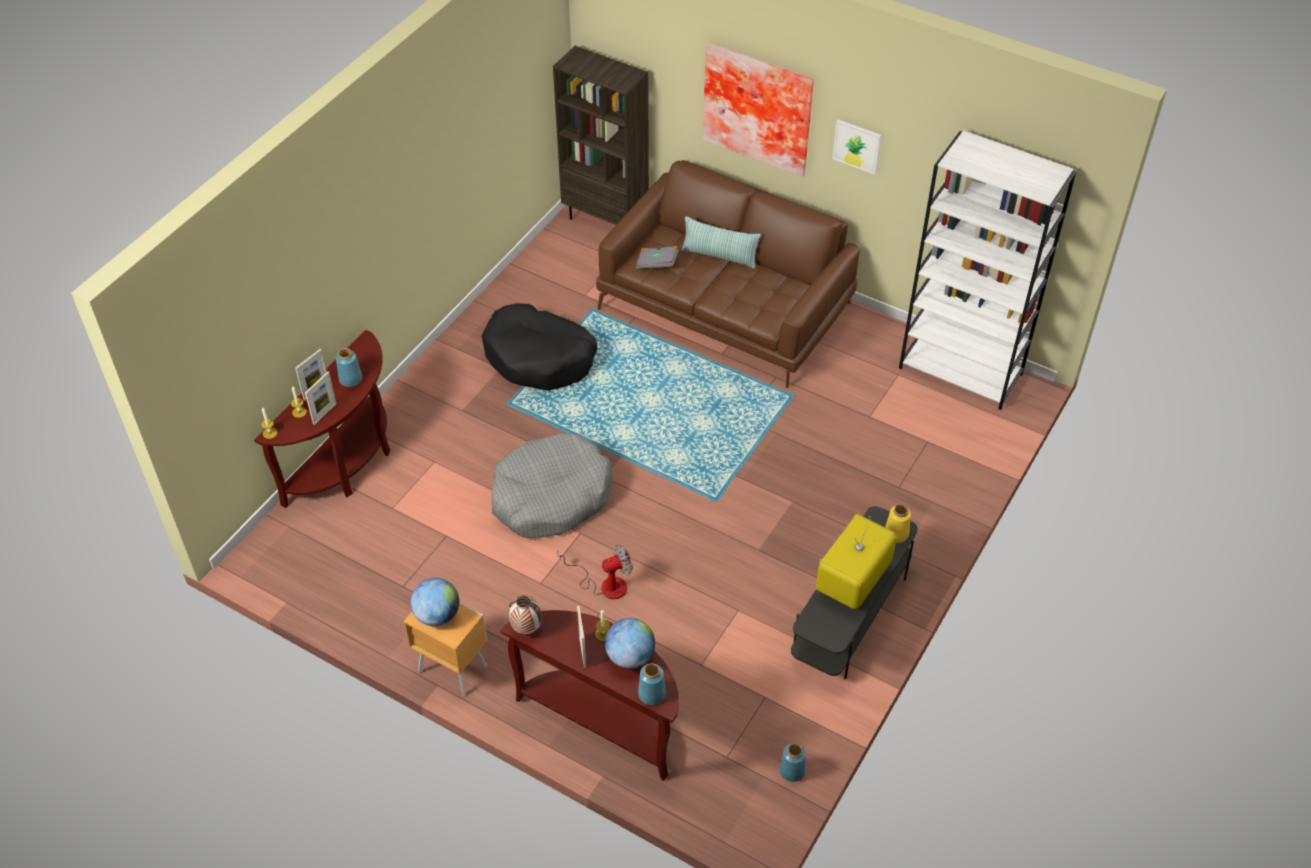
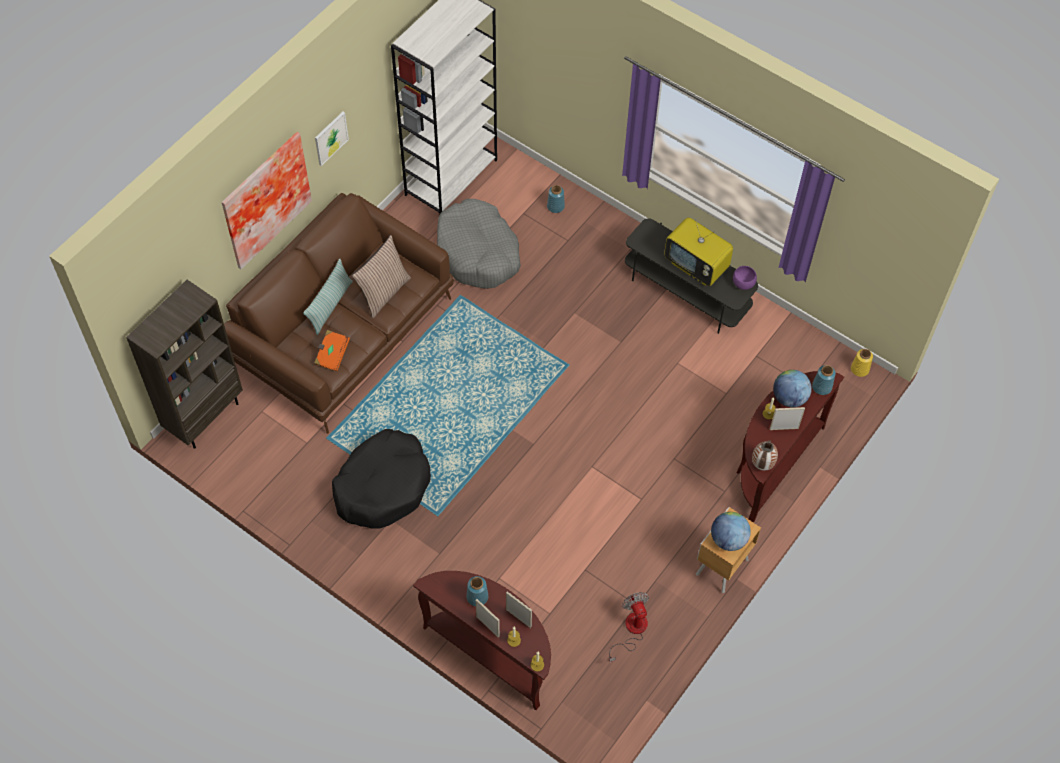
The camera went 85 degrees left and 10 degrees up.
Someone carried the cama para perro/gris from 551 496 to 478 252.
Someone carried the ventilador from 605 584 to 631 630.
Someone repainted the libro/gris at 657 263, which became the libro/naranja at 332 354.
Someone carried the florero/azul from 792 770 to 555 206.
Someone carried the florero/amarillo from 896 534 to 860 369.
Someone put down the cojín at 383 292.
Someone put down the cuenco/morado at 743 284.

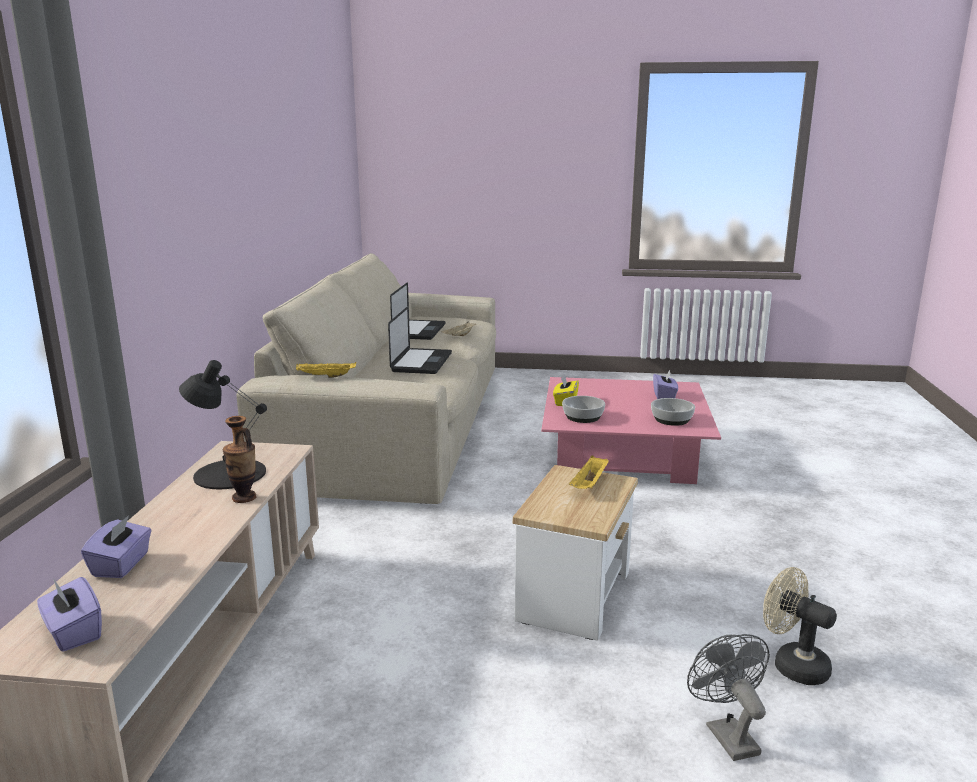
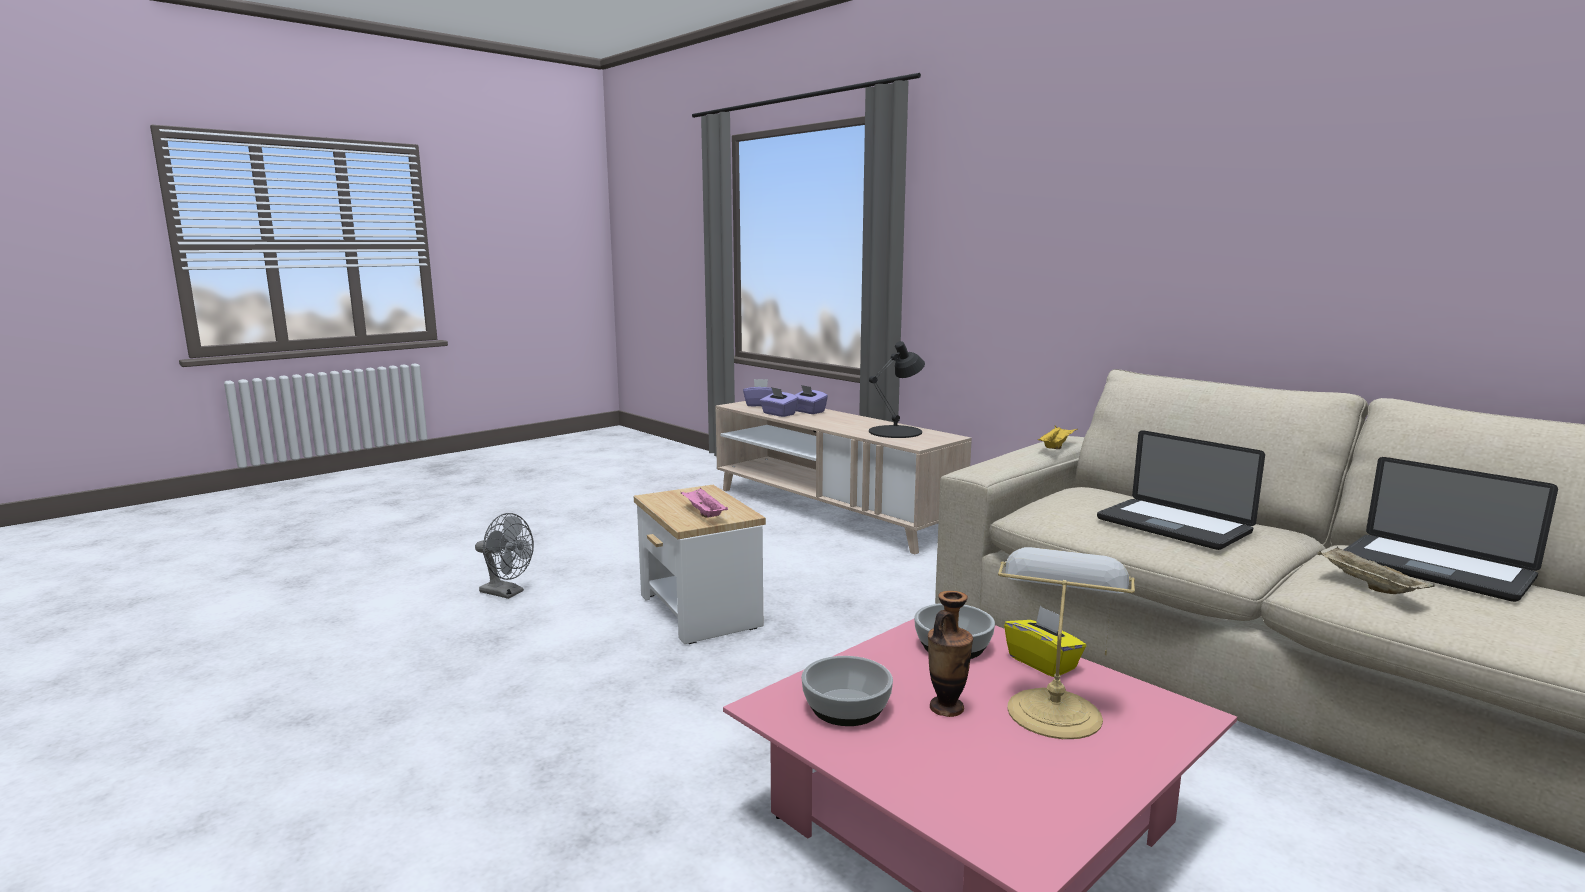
The camera went 130 degrees right and 5 degrees down.
Someone carried the florero from 244 498 to 946 708.
Someone repainted the bandeja/amarillo at 589 485, which became the bandeja/rosa at 703 513.
Someone carried the caja de pañuelos/morado from 664 396 to 778 414.
Someone took away the ventilador/beis at 792 664.
Someone put down the lámpara de mesa at 1053 710.

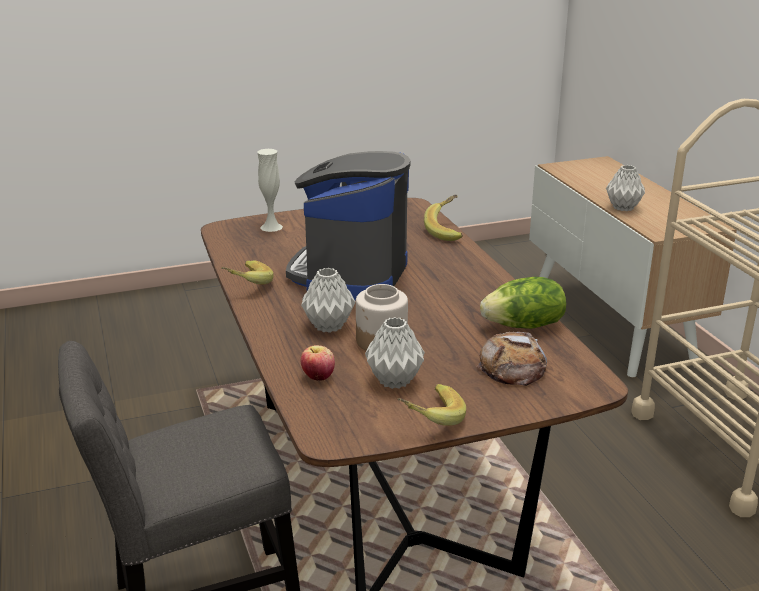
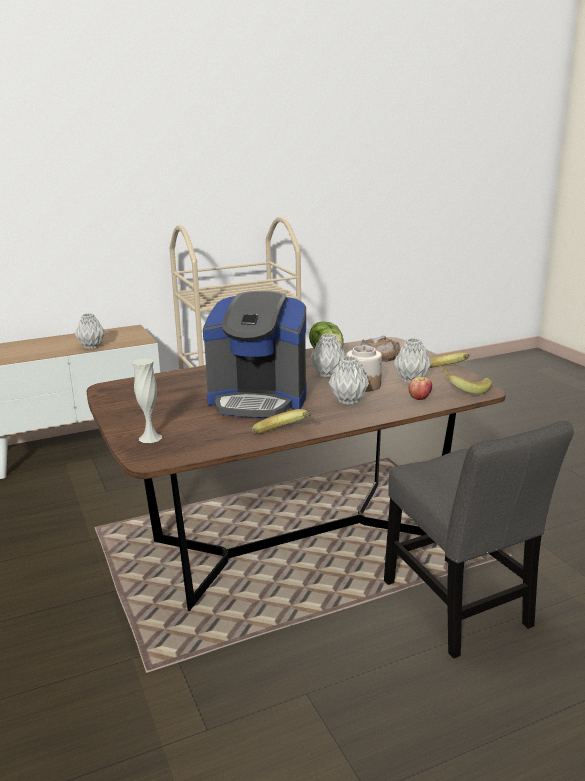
The camera went 95 degrees left and 5 degrees down.
Someone carried the plátano from 449 230 to 464 389.
Someone put down the florero/gris at 327 374.

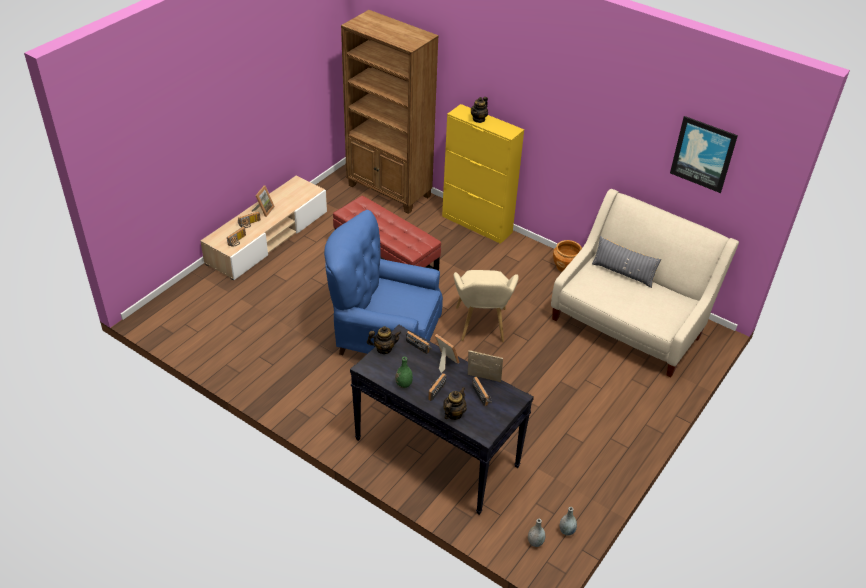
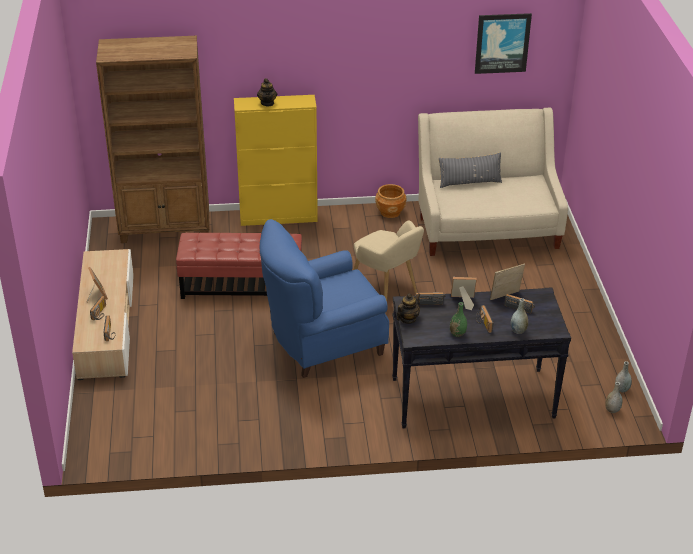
The camera went 40 degrees left and 5 degrees down.
Someone swapped the tetera at 453 414 for the florero/gris at 518 330.

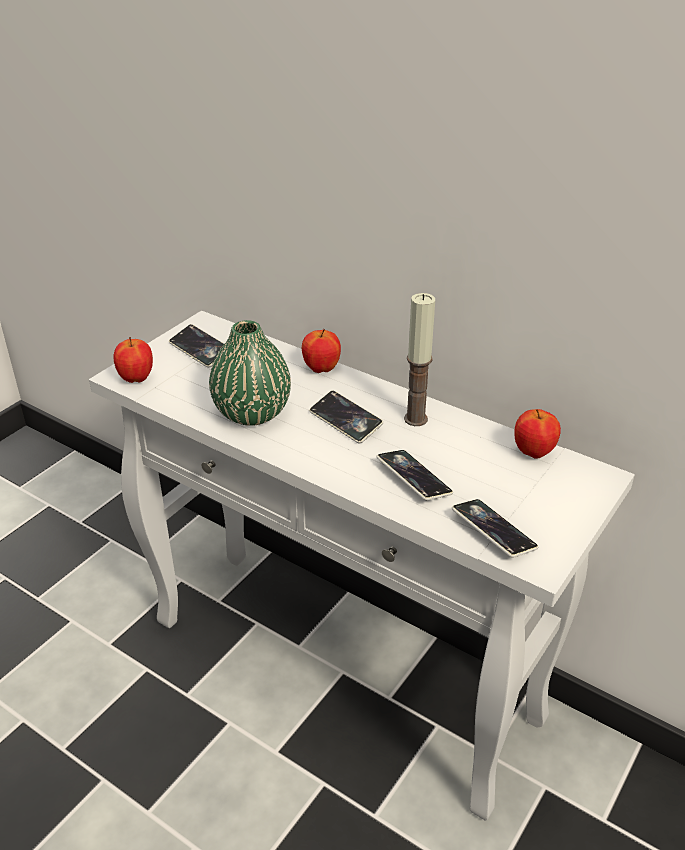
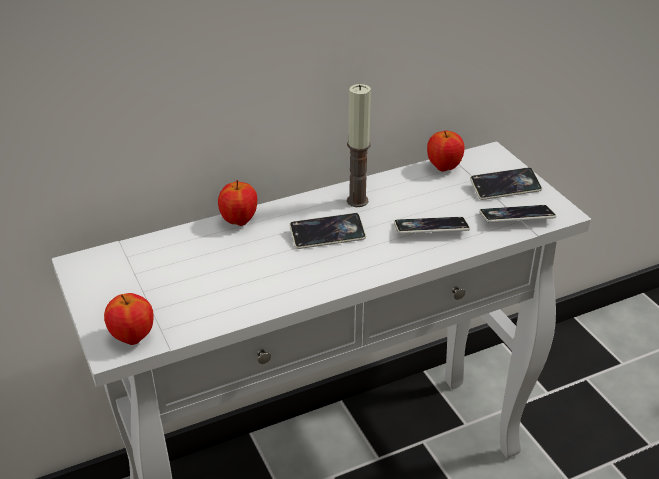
The camera went 60 degrees left and 0 degrees up.
Someone carried the móvil from 200 349 to 505 187.
Someone took away the florero/verde at 252 413.

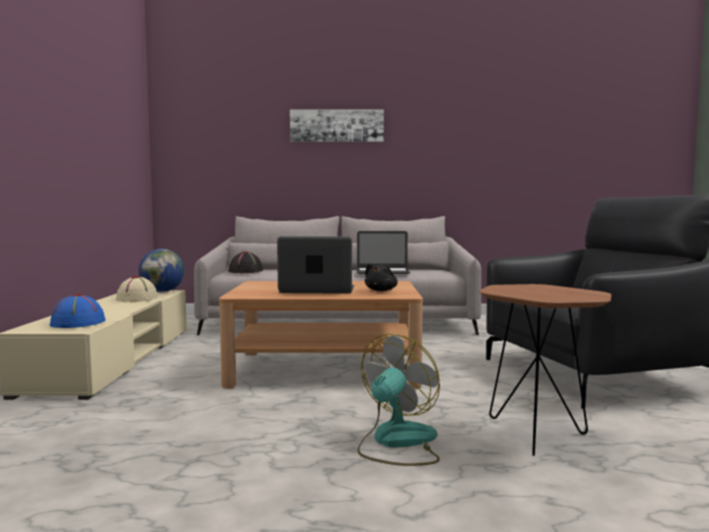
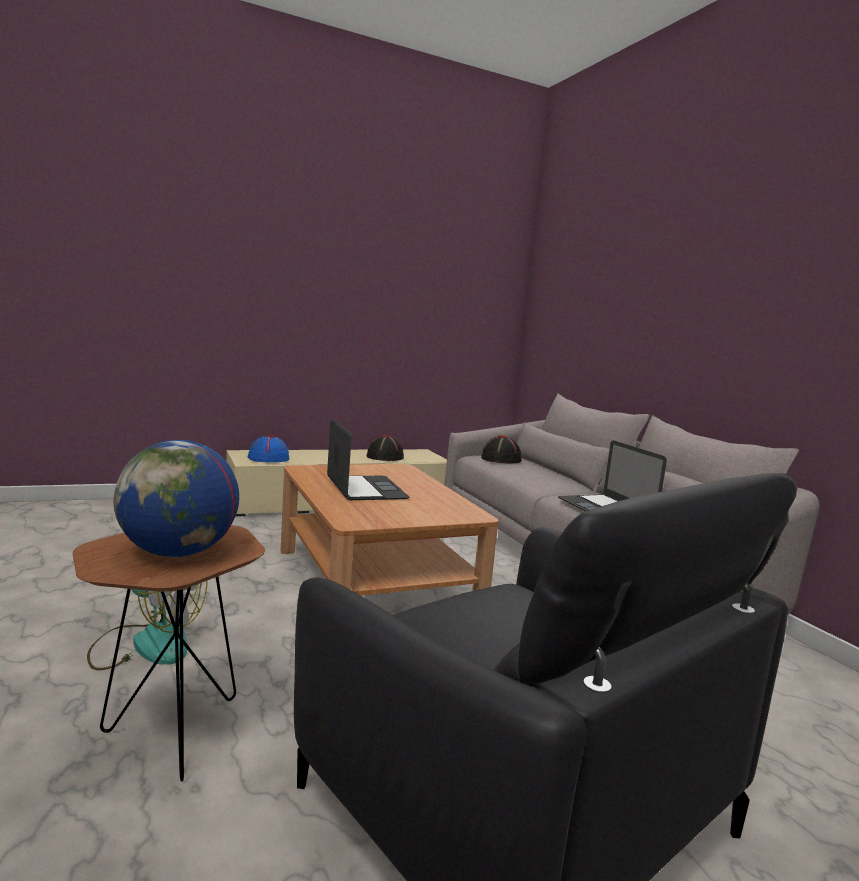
The camera went 65 degrees right and 5 degrees up.
Someone repainted the sombrero/beis at 137 299, which became the sombrero/negro at 385 457.
Someone carried the globo terráqueo from 162 292 to 178 553.
Someone took away the cuadro at 337 126.
Someone took away the peluche/negro at 381 290.

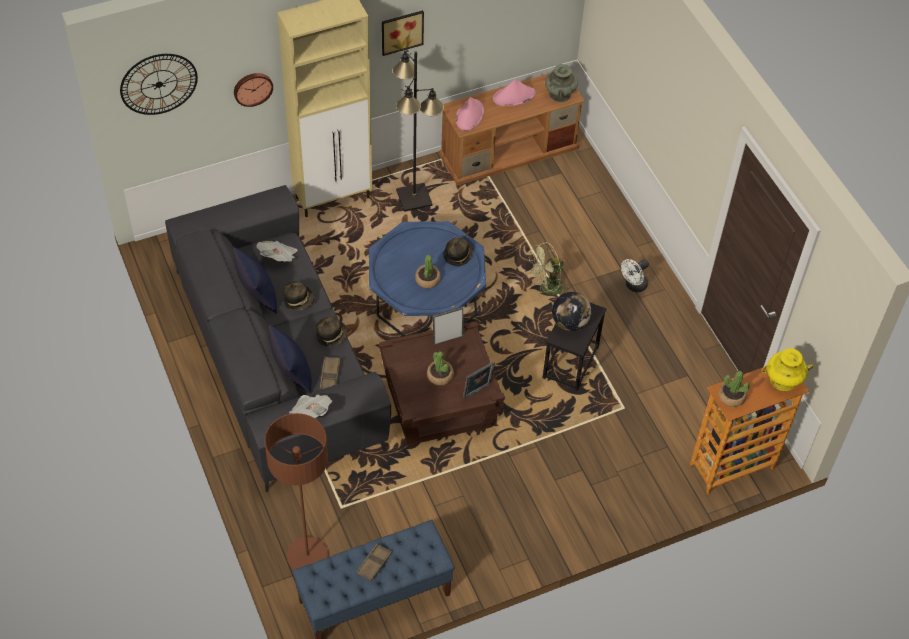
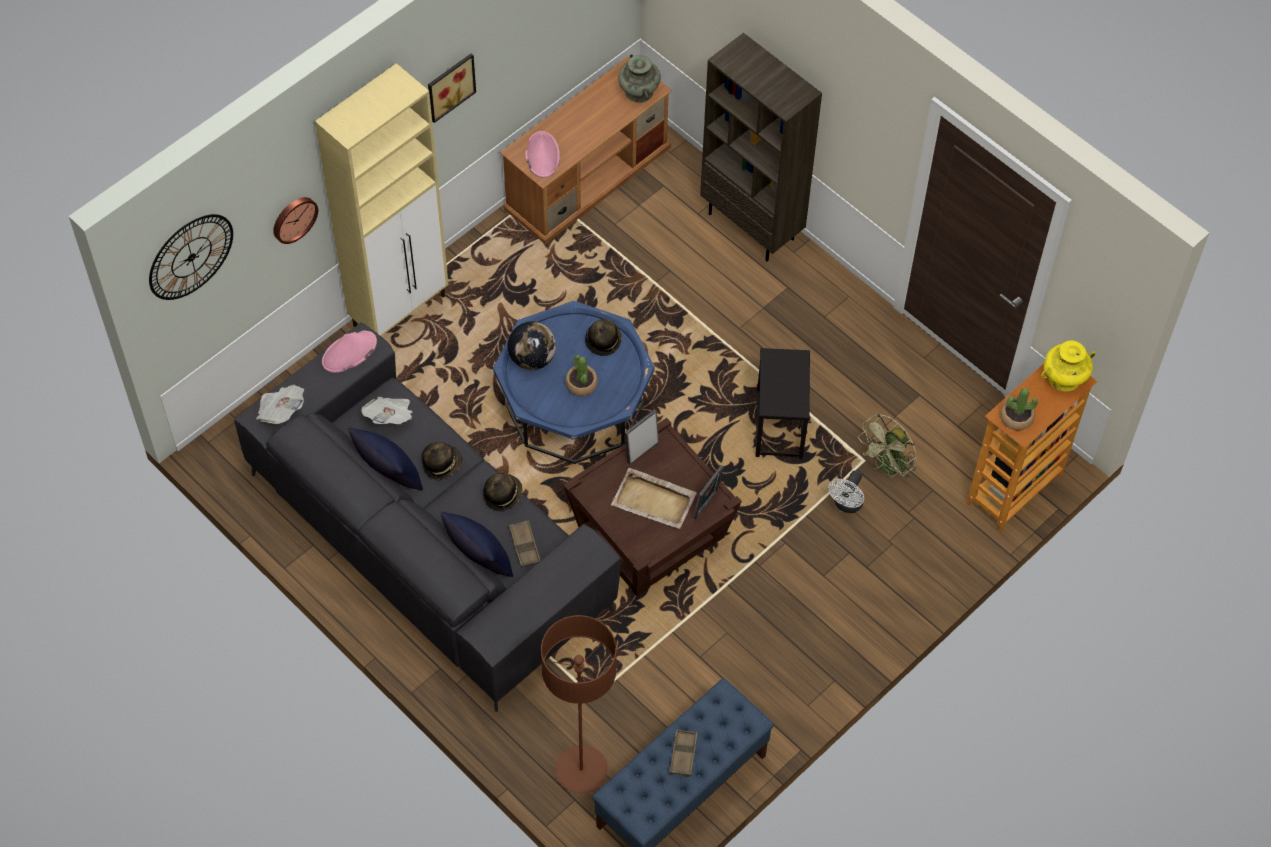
The camera went 20 degrees left and 5 degrees up.
Someone carried the periódico from 310 413 to 281 411.
Someone took away the lámpara de pie/negro at 414 198.
Someone swapped the planta en maceta at 440 376 for the bandeja/beis at 654 500.
Someone carried the sombrero/rosa from 513 96 to 349 352.
Someone carried the ventilador/verde from 547 289 to 888 467.
Someone carried the globo terráqueo from 570 323 to 532 359.
Someone carried the ventilador/blanco from 633 286 to 846 505.
Someone put down the estantería/marrón at 752 226.

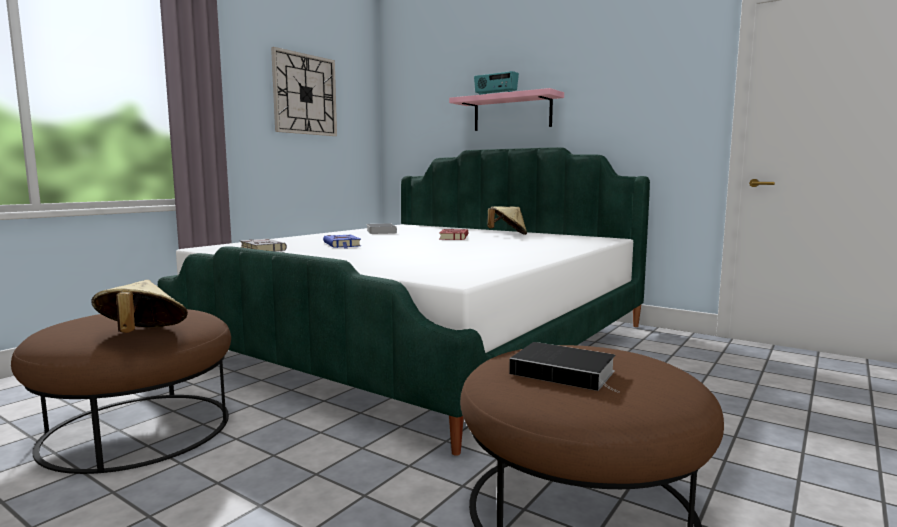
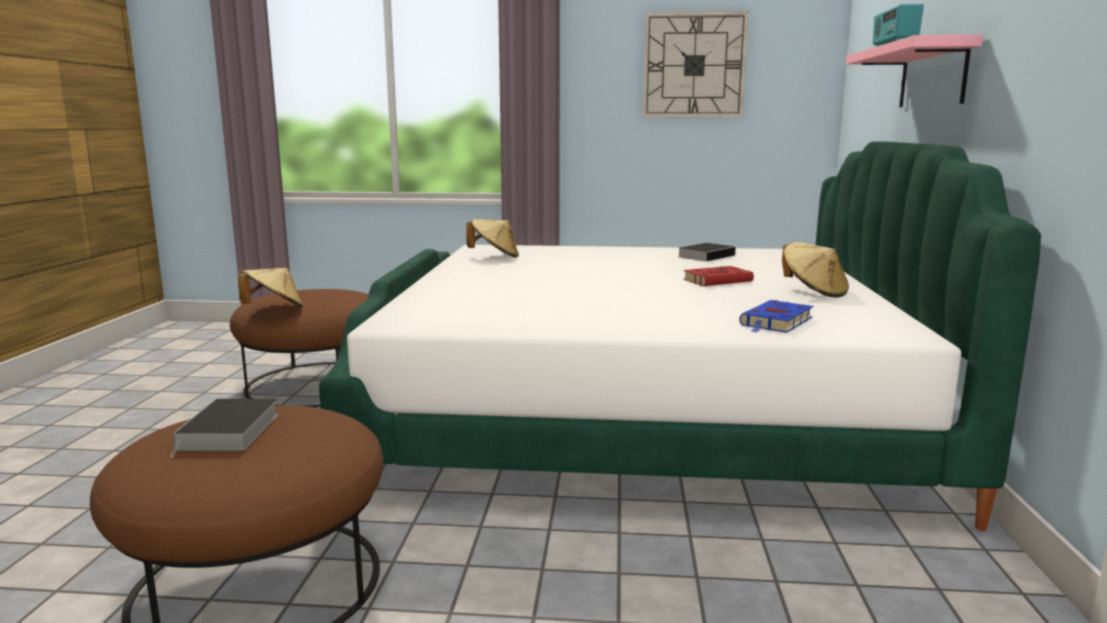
The camera went 60 degrees right and 5 degrees up.
Someone swapped the libro/gris at 261 249 for the sombrero/beis at 495 256.
Someone carried the libro/azul from 342 245 to 776 322.

